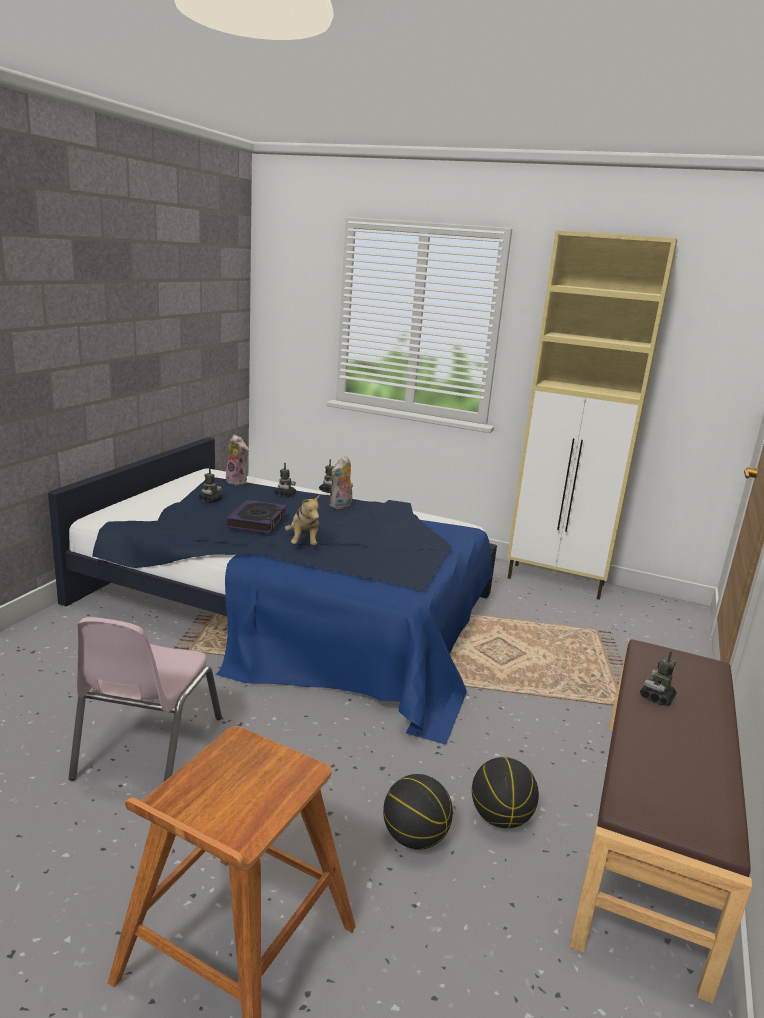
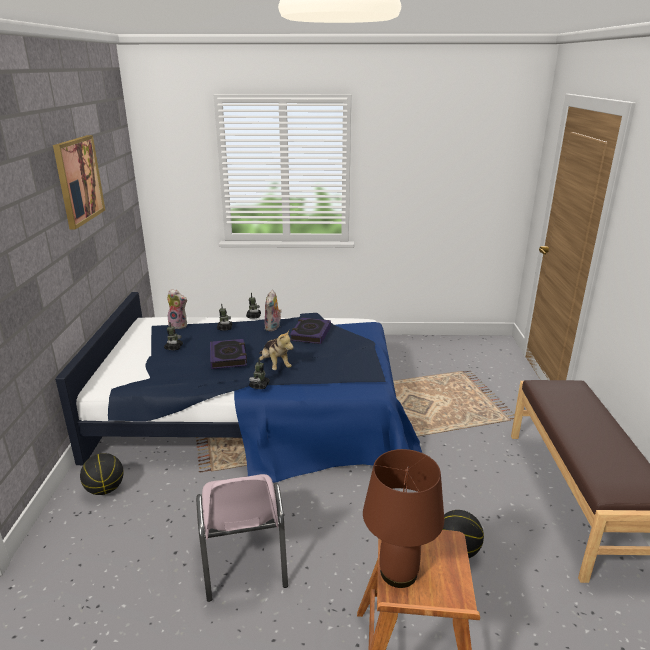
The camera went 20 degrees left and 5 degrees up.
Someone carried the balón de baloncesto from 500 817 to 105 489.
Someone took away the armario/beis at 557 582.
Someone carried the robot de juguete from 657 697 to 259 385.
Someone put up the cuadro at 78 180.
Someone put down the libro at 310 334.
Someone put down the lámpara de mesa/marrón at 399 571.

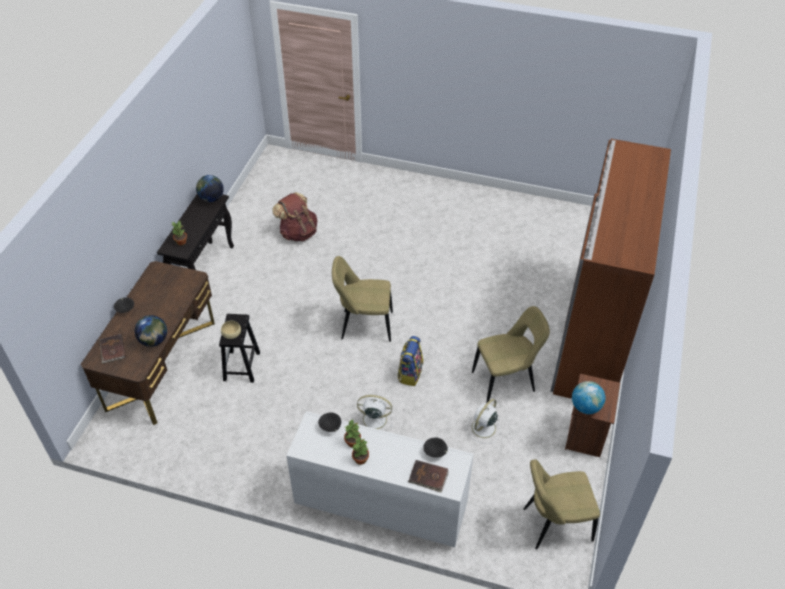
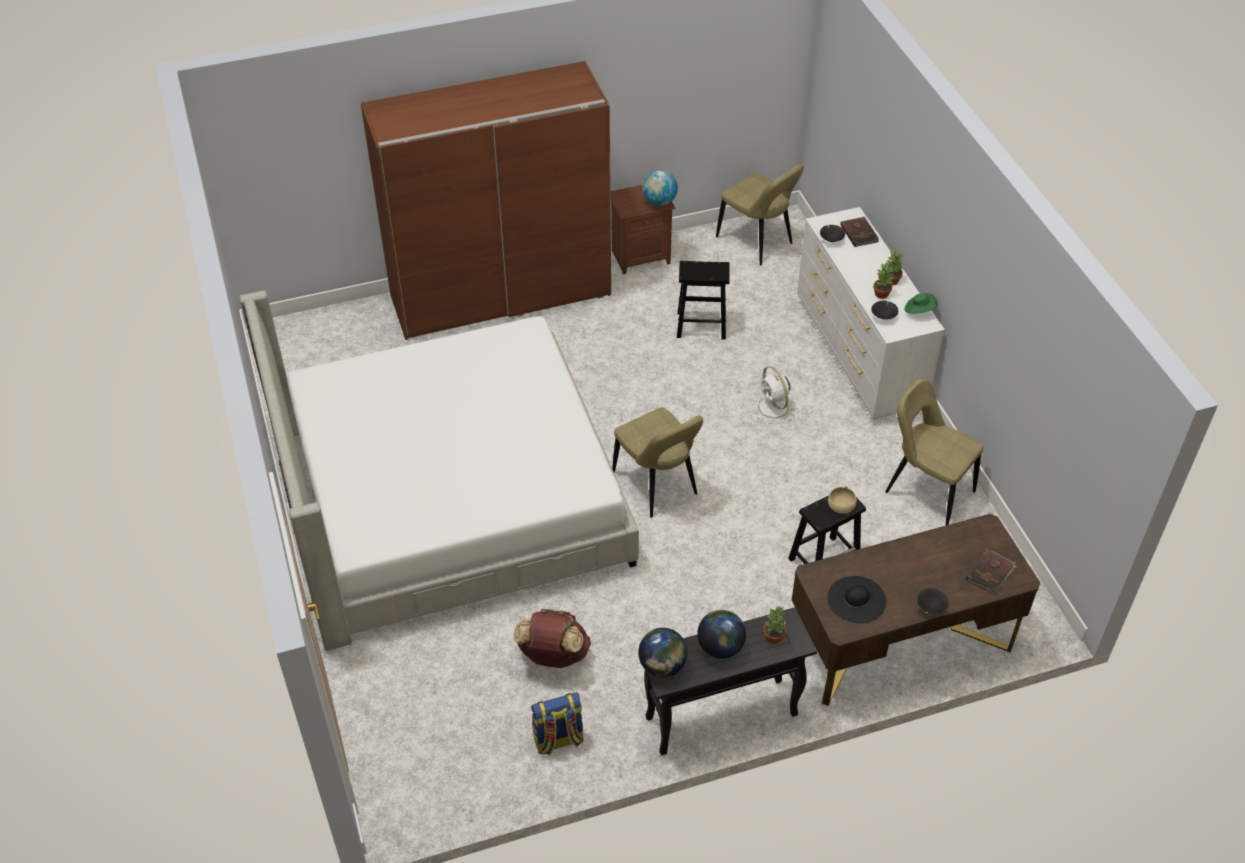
The camera went 125 degrees left and 0 degrees up.
Someone carried the globo terráqueo from 154 341 to 720 647.
Someone carried the mochila from 410 373 to 558 740.
Someone swapped the ventilador/blanco at 483 428 for the taburete/negro at 702 325.
Someone carried the silla/beis from 506 381 to 925 490.
Someone put down the cama at 449 499.
Someone put down the sombrero/negro at 856 600.
Someone put down the sombrero/verde at 919 310.

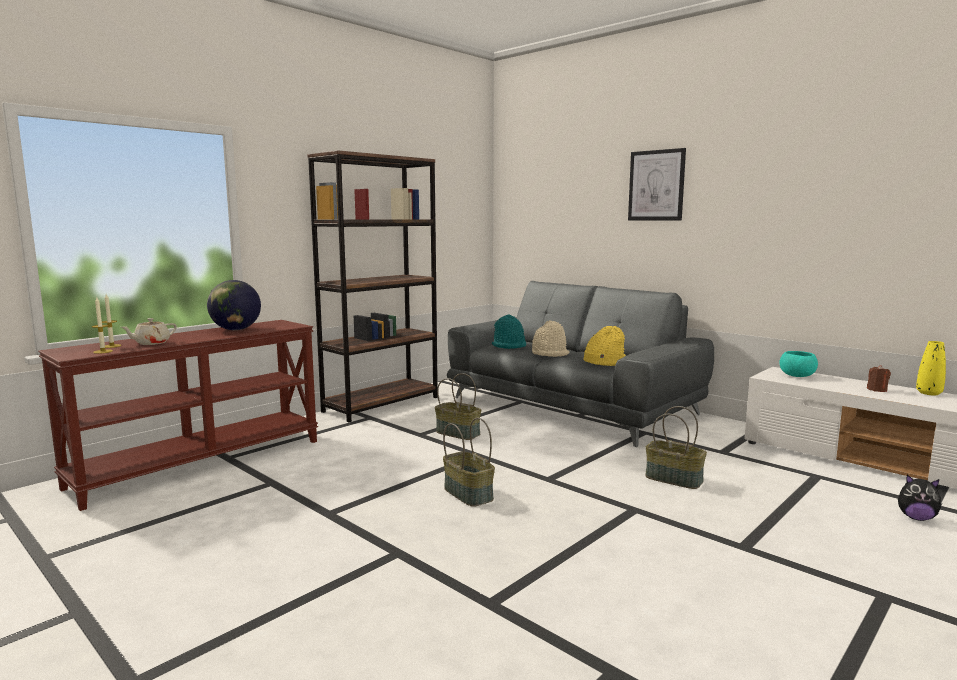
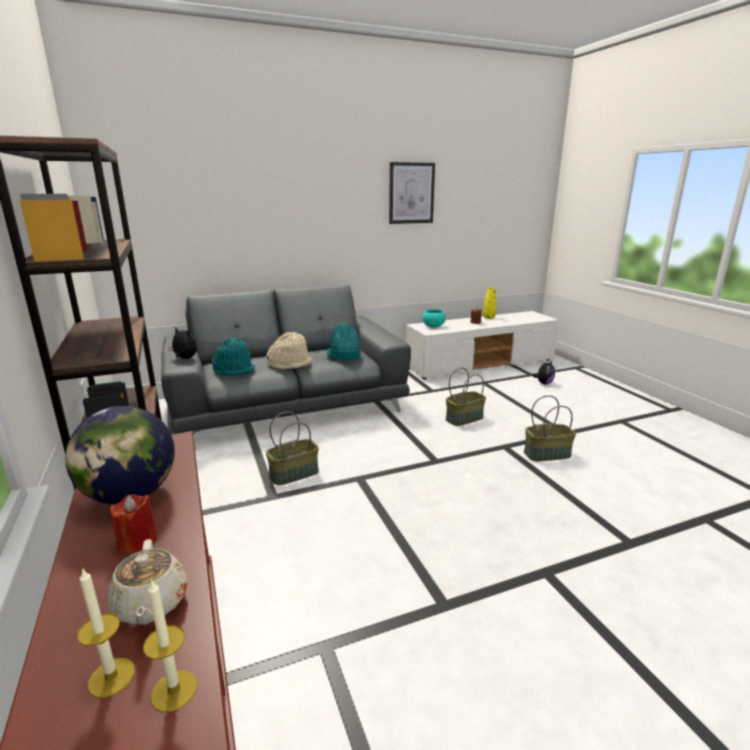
The camera went 65 degrees left and 10 degrees up.
Someone carried the cesta from 469 494 to 547 454.
Someone repainted the sombrero/amarillo at 604 362, which became the sombrero/turquesa at 343 355.
Someone carried the cuadro from 656 185 to 411 193.
Someone put down the vela/rojo at 138 542.
Someone put down the peluche at 184 358.

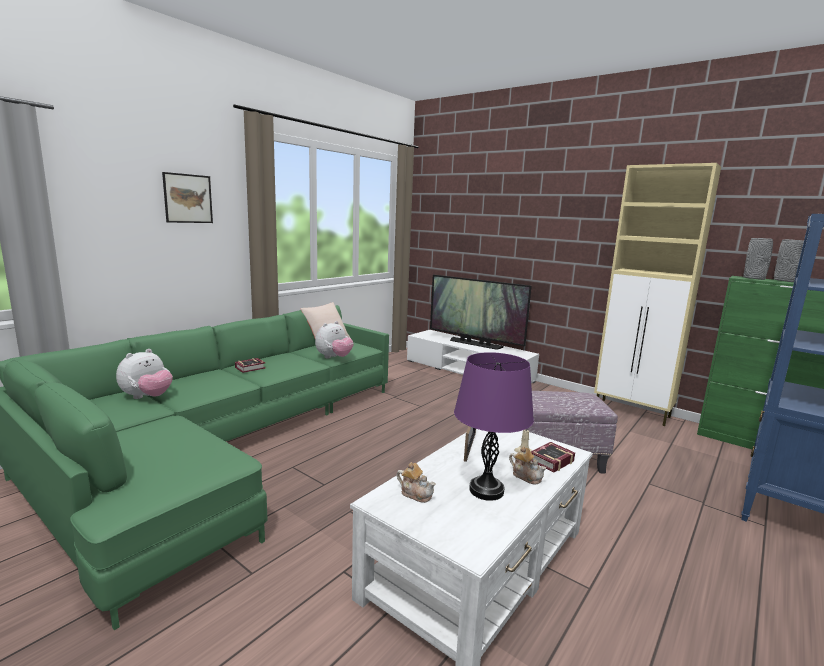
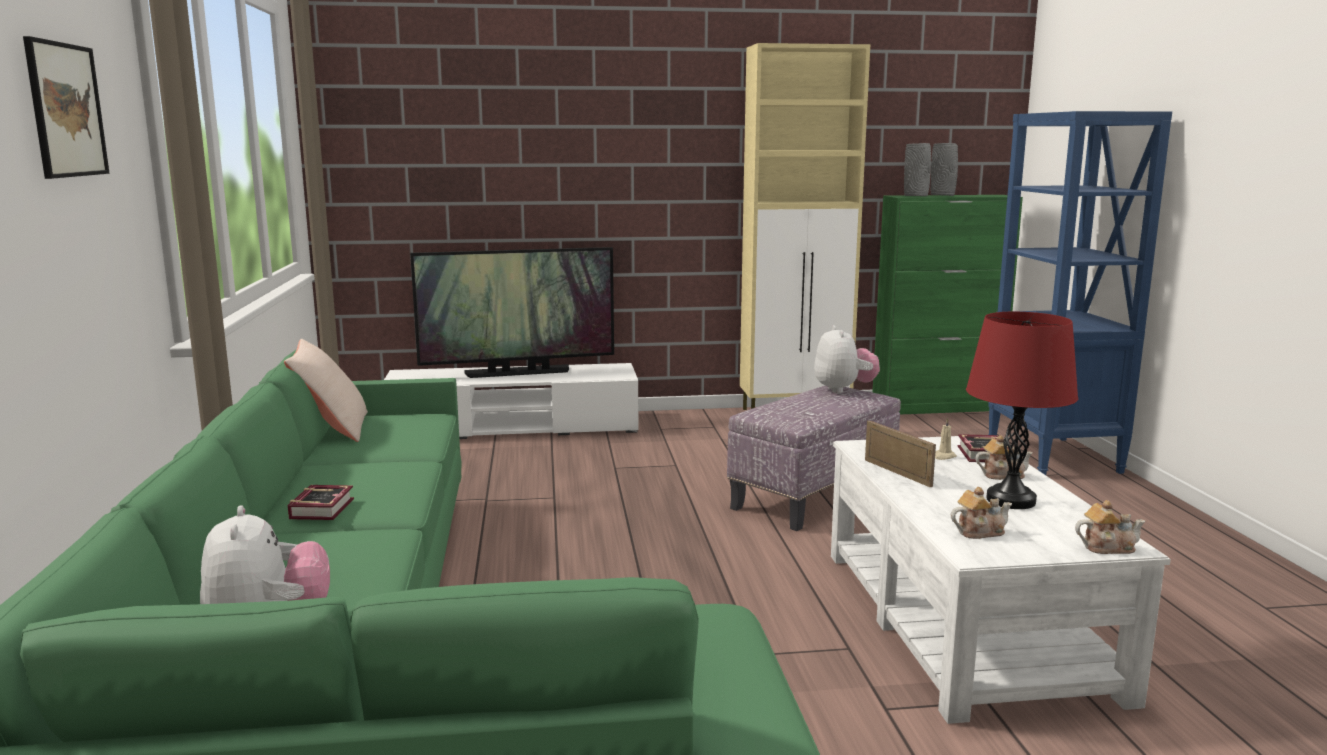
The camera went 45 degrees left and 0 degrees up.
Someone carried the peluche from 334 357 to 844 390.
Someone repainted the lámpara de mesa/morado at 486 490, which became the lámpara de mesa/rojo at 1011 500.
Someone put down the tetera at 1107 547.

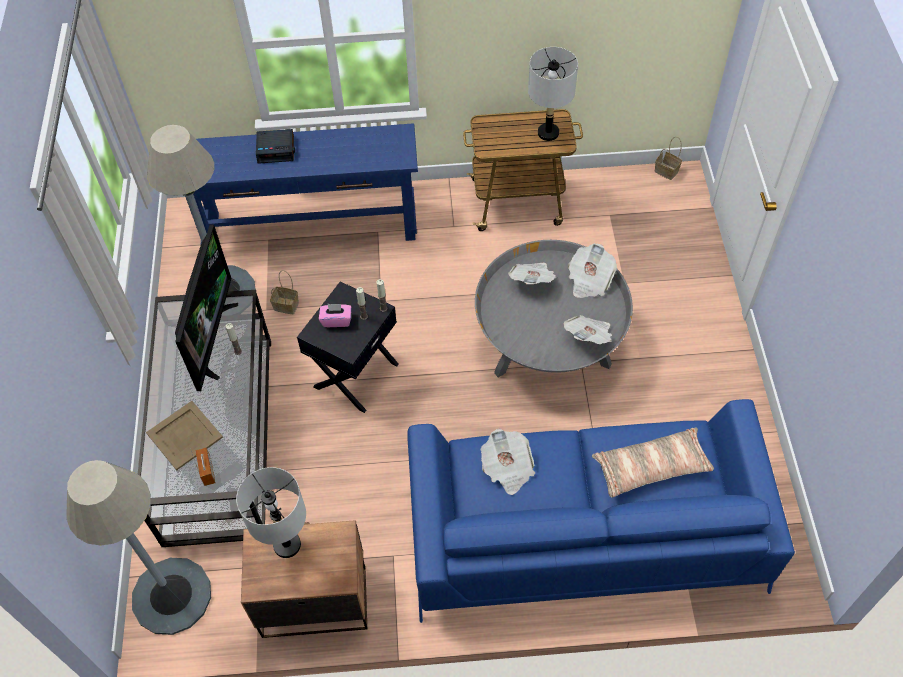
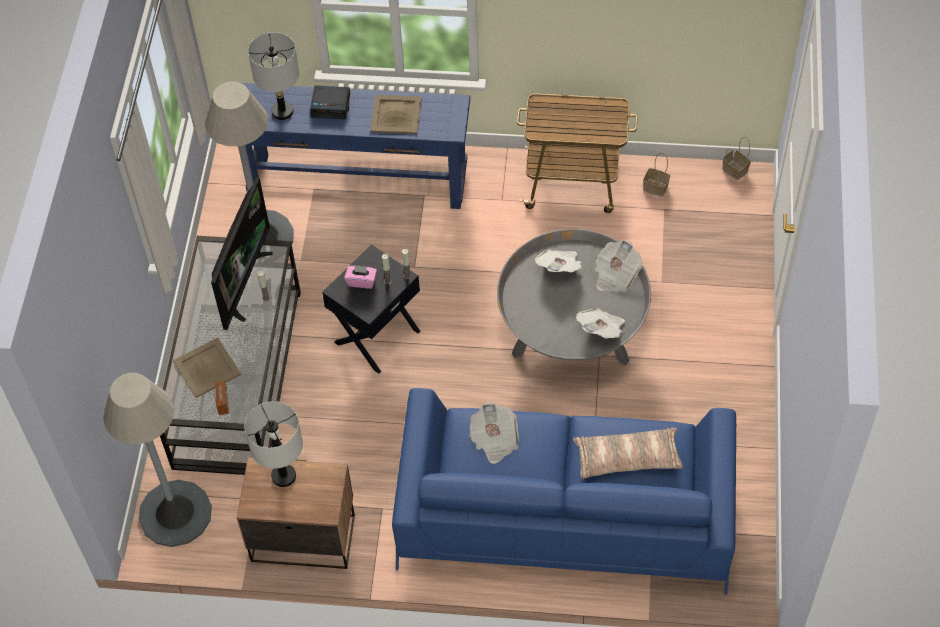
The camera went 10 degrees right and 0 degrees up.
Someone carried the cesta from 287 305 to 656 187.
Someone carried the lámpara de mesa/gris from 548 133 to 282 111.
Someone put down the bandeja/beis at 396 114.

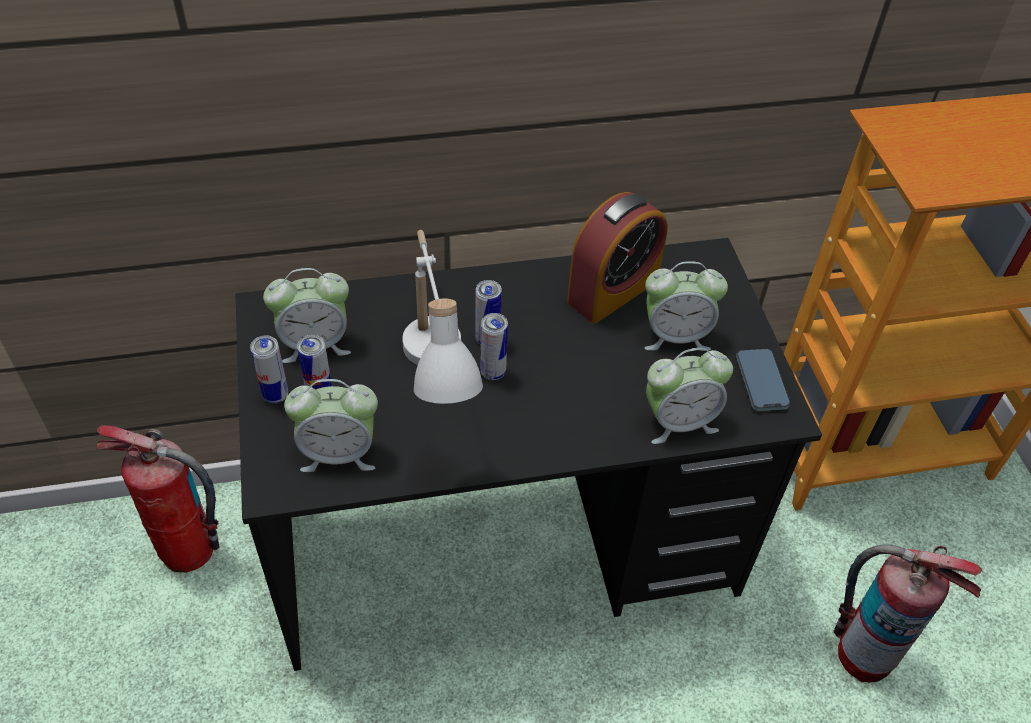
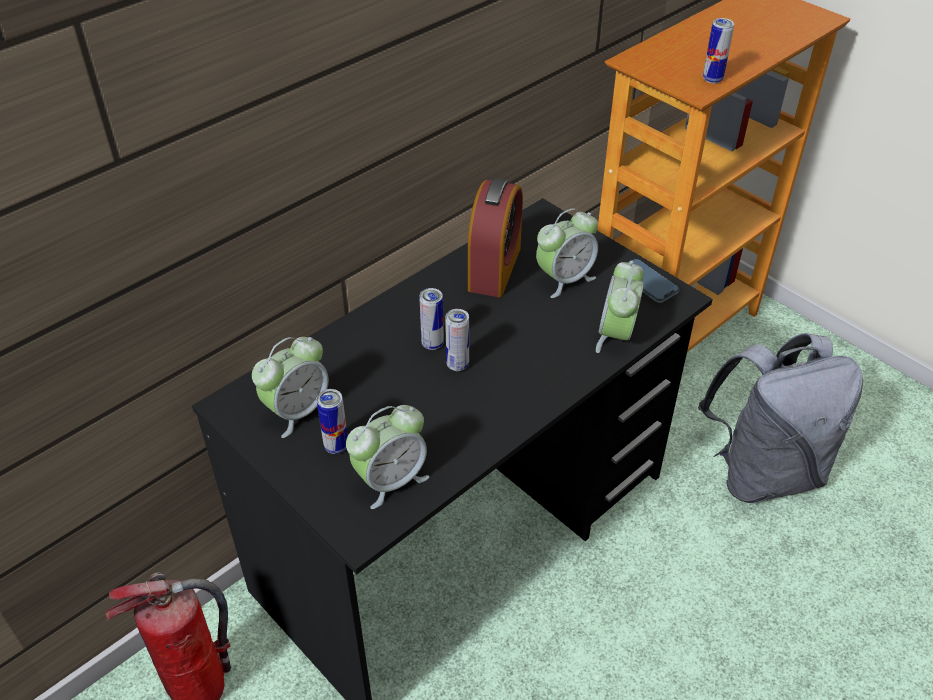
The camera went 30 degrees left and 5 degrees down.
Someone carried the lata from 275 395 to 712 79.
Someone took away the lámpara de mesa/blanco at 436 379.
Someone rotated the despertador at 679 422 by 150 degrees clockwise.
Someone swapped the extintor at 863 654 for the mochila/gris at 763 471.

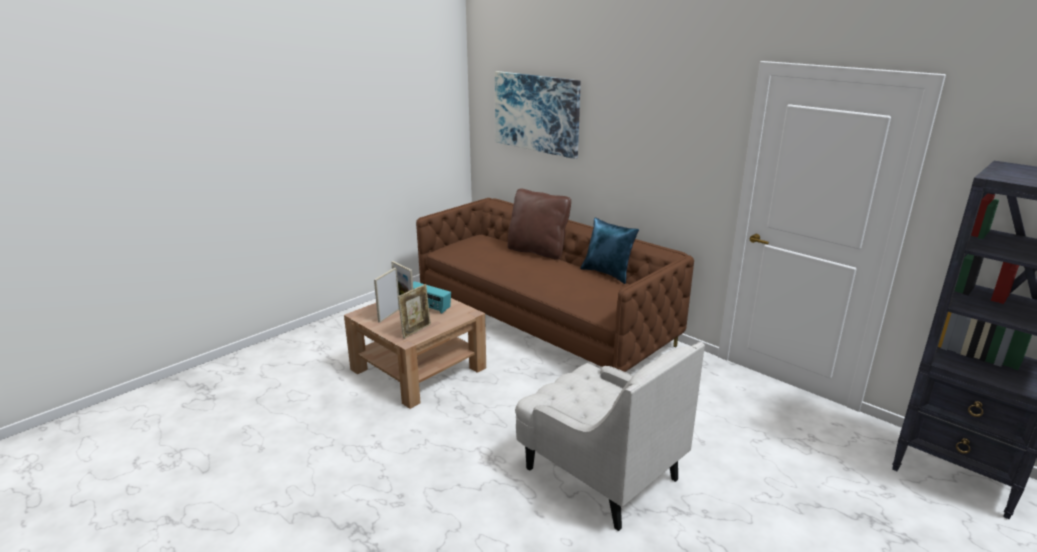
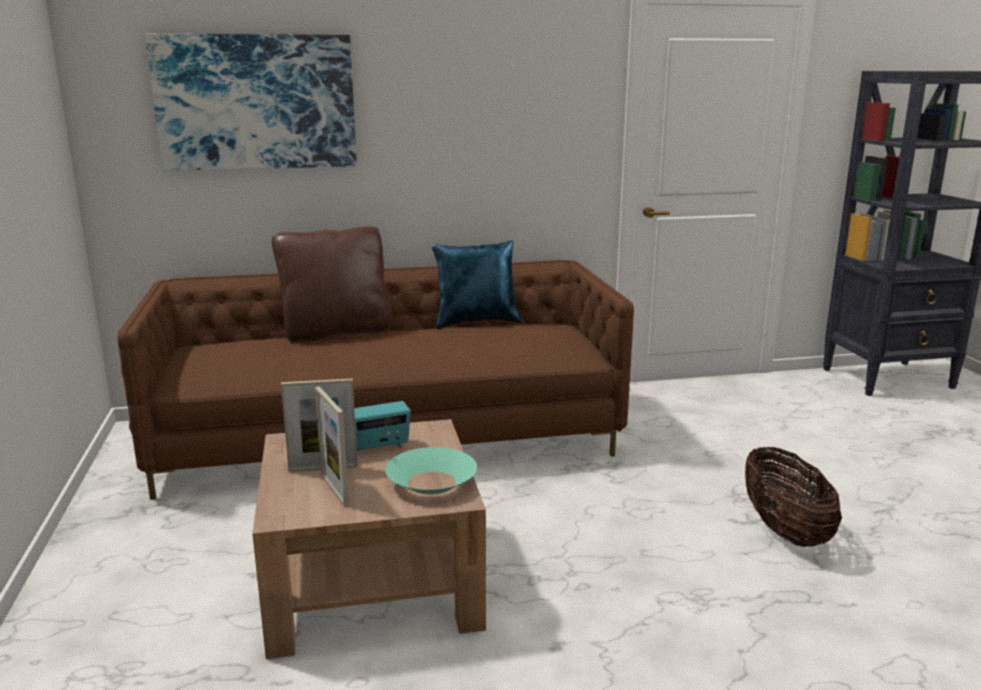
The camera went 55 degrees left and 5 degrees down.
Someone swapped the portarretratos at 416 330 for the cuenco/turquesa at 431 482.
Someone swapped the sillón/blanco at 599 473 for the cesta at 784 530.

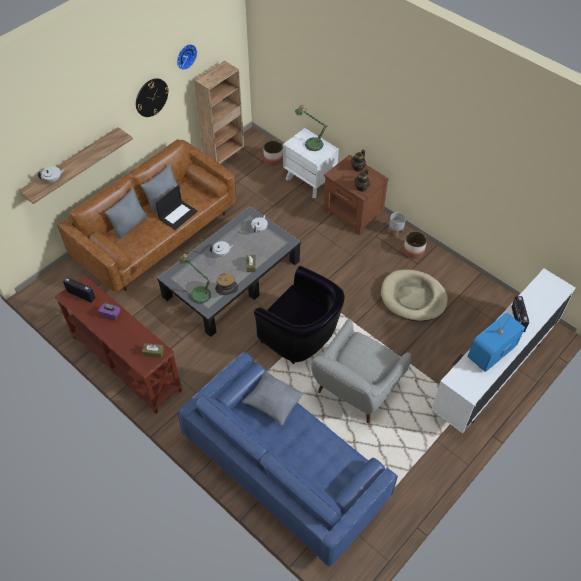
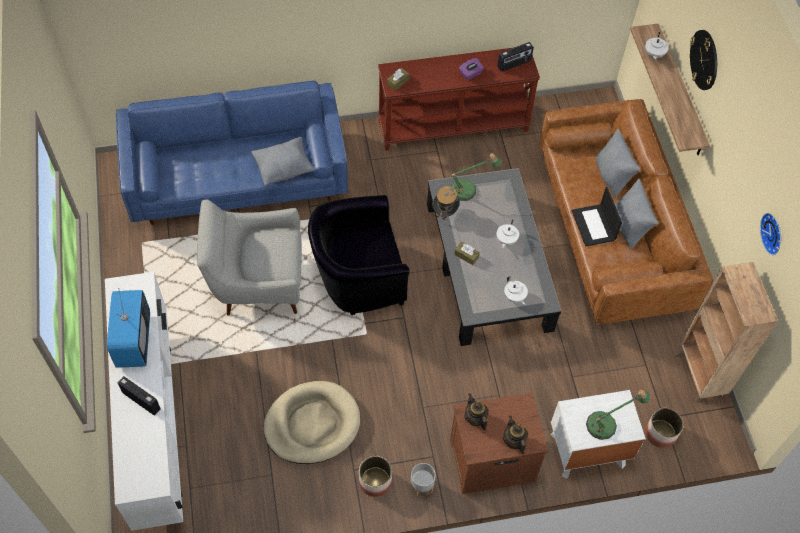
The camera went 125 degrees right and 5 degrees up.
Someone carried the reloj de pared from 151 97 to 704 59.
Someone rotated the sillón/gris at 355 390 by 75 degrees counterclockwise.

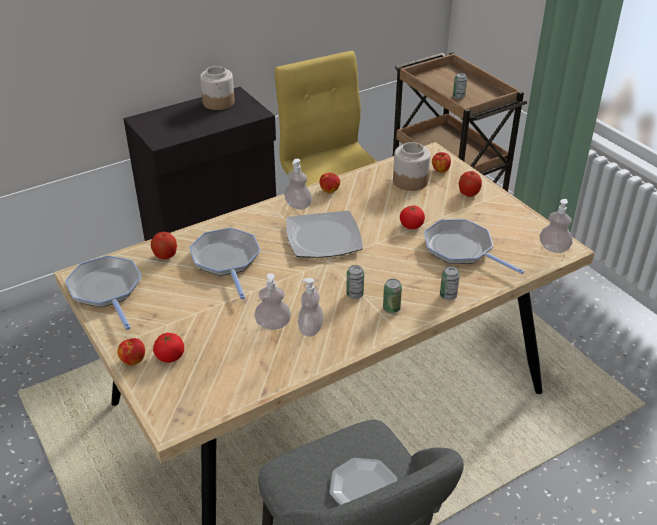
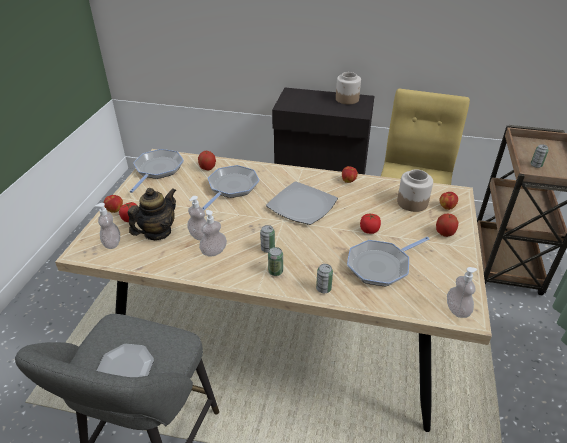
The camera went 45 degrees right and 0 degrees up.
Someone carried the dispensador de jabón from 298 205 to 112 243.
Someone rotated the sartén at 461 249 by 120 degrees counterclockwise.
Someone put down the tetera at 157 232.

